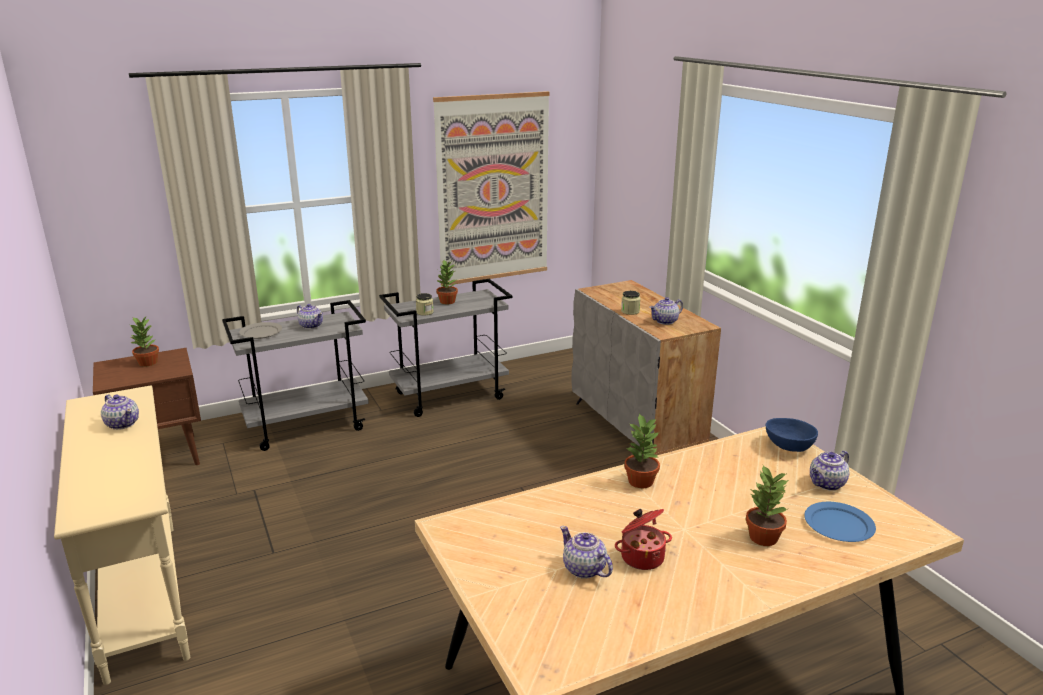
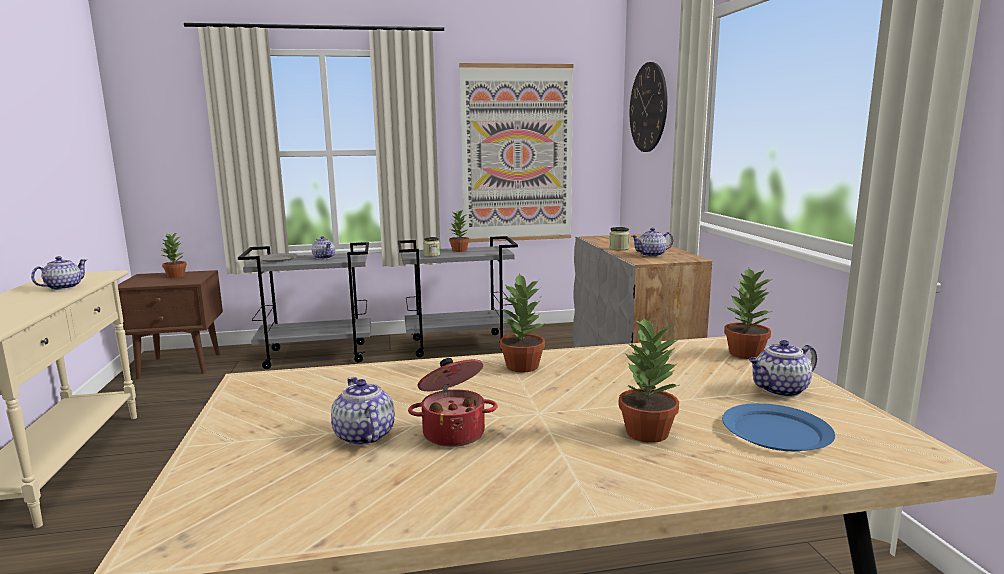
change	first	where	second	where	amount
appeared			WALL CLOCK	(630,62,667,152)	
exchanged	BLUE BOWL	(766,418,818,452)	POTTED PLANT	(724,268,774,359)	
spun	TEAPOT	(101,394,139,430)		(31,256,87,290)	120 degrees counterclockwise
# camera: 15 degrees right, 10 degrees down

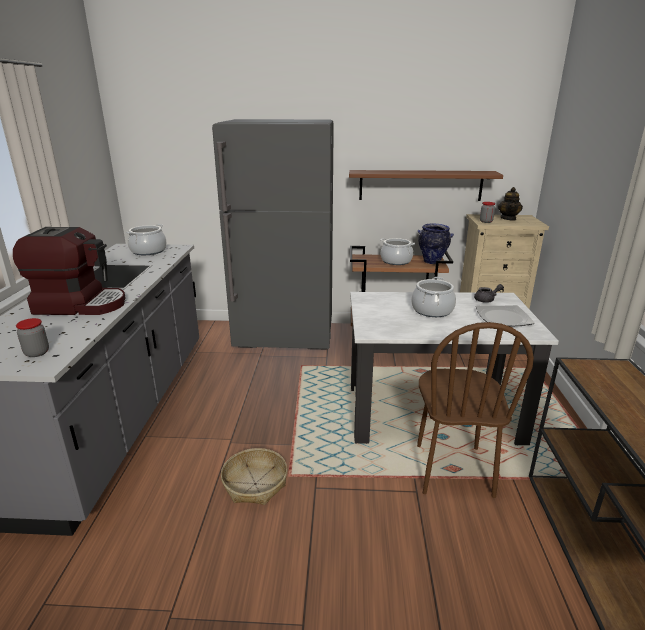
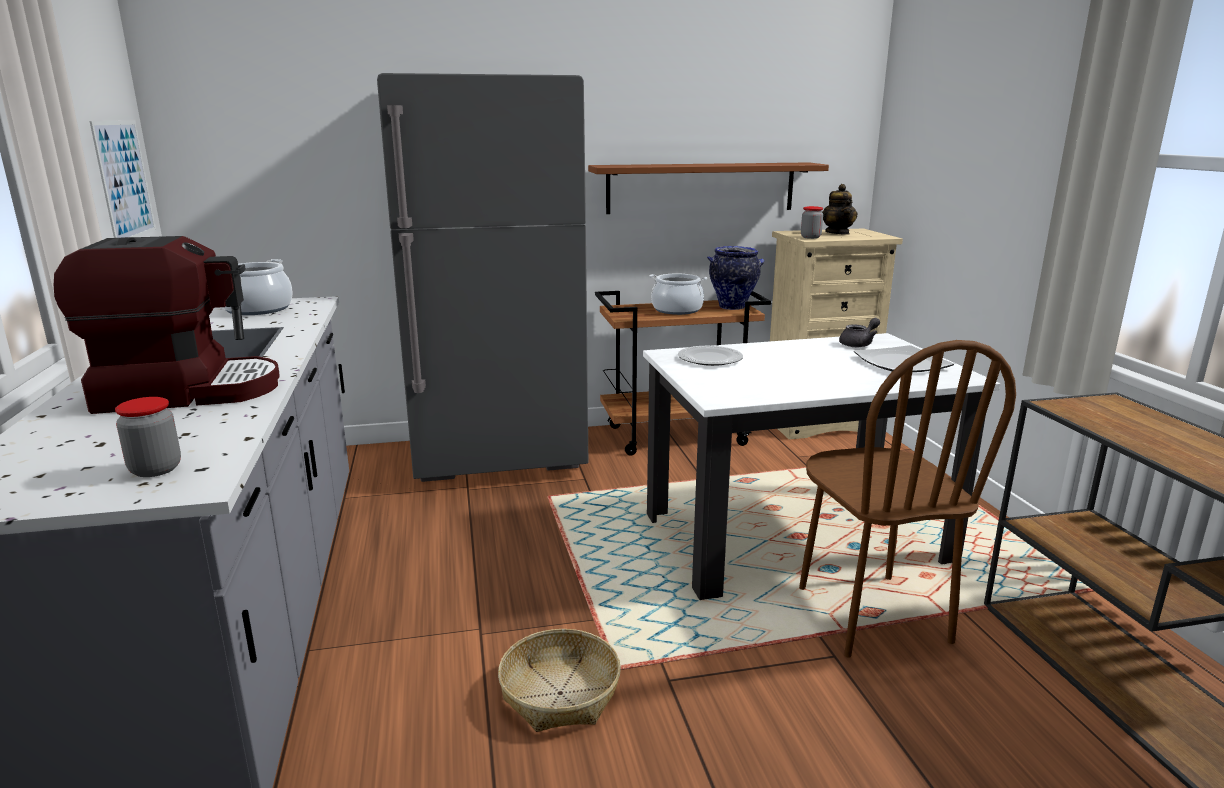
change	first	where	second	where	amount
missing	COOKING POT	(411,277,456,317)			
appeared			PICTURE	(90,121,156,238)	
appeared			PLATE	(678,346,743,366)	
# camera: 15 degrees left, 5 degrees down

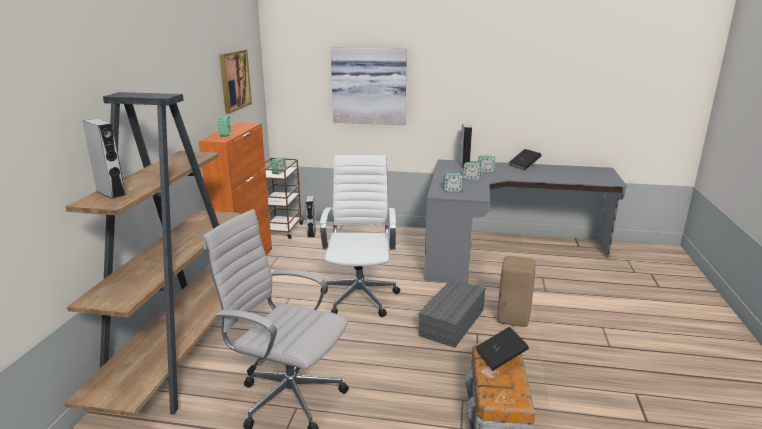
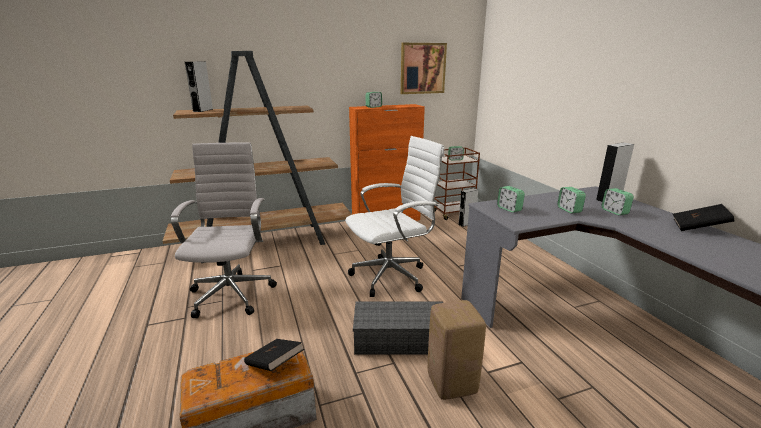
change	first	where	second	where	amount
missing	PICTURE	(331,48,407,125)			
# camera: 60 degrees right, 0 degrees up

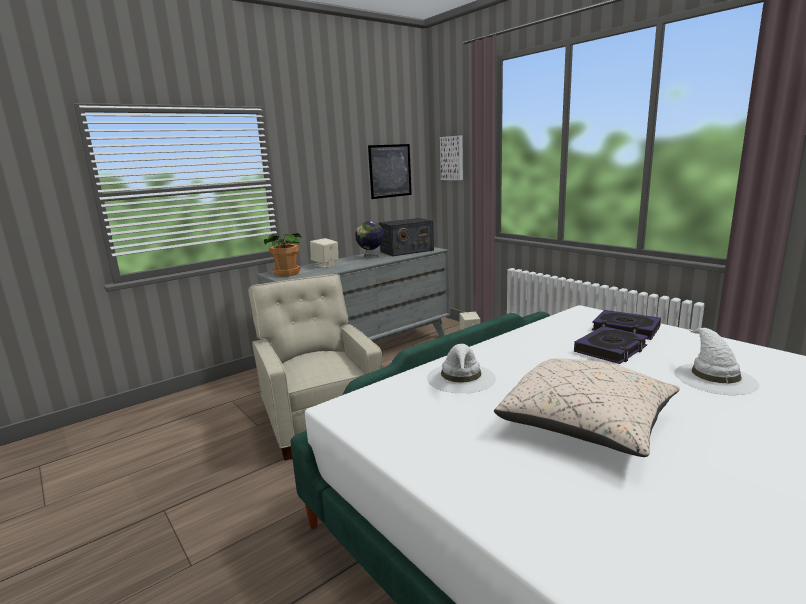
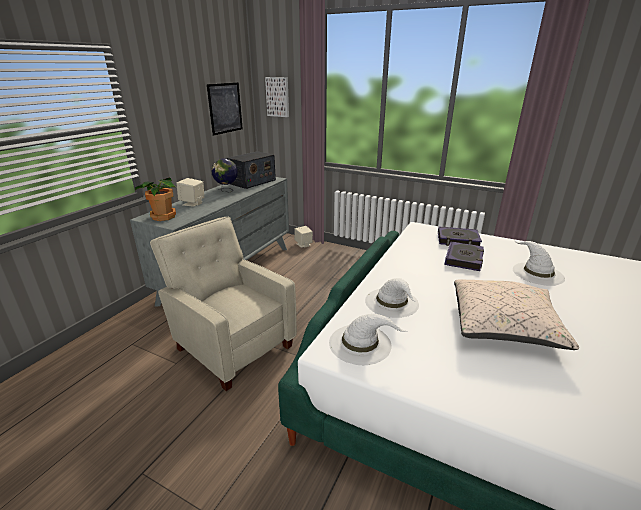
change	first	where	second	where	amount
appeared			WHITE HAT	(329,314,408,365)	
# camera: 25 degrees left, 10 degrees up

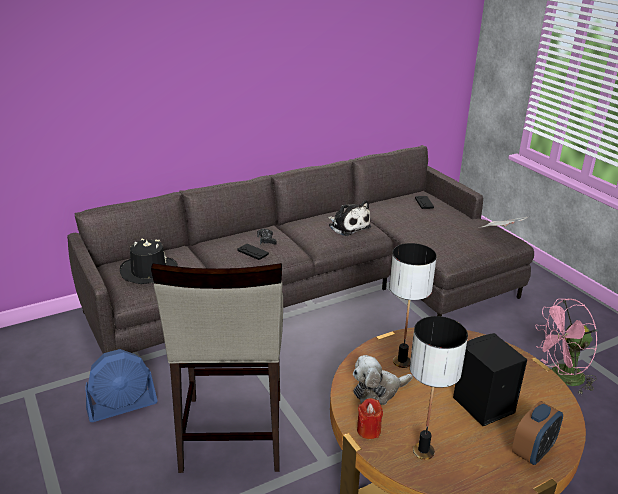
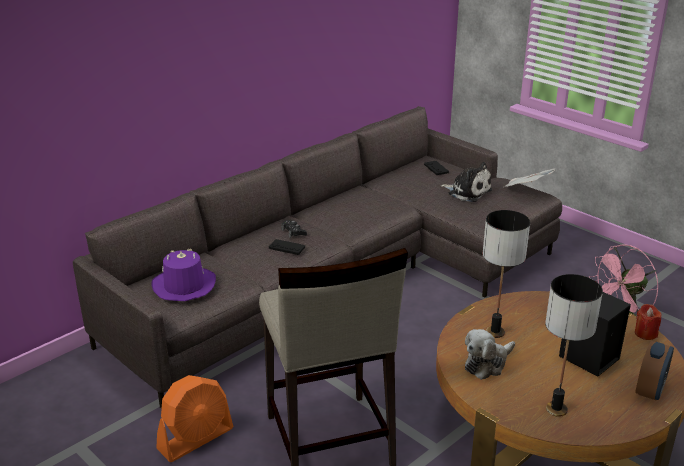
change	first	where	second	where	amount
relocated	PLUSH TOY	(328,200,371,236)		(440,162,492,202)	
relocated	RED CANDLE	(357,398,383,439)		(635,304,661,340)	
colour	BLUE FAN	(86,349,158,422)	ORANGE FAN	(156,375,233,462)	
colour	BLACK HAT	(120,239,178,284)	PURPLE HAT	(152,249,216,301)	
# camera: 15 degrees left, 0 degrees up

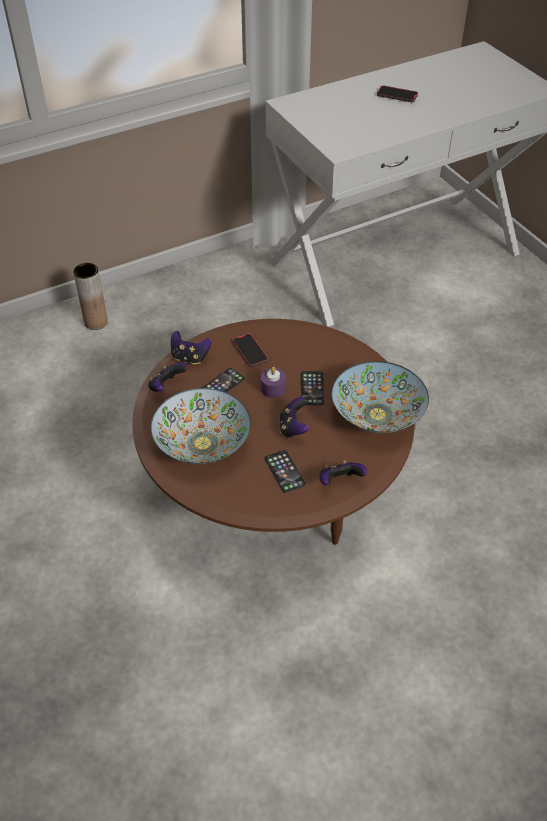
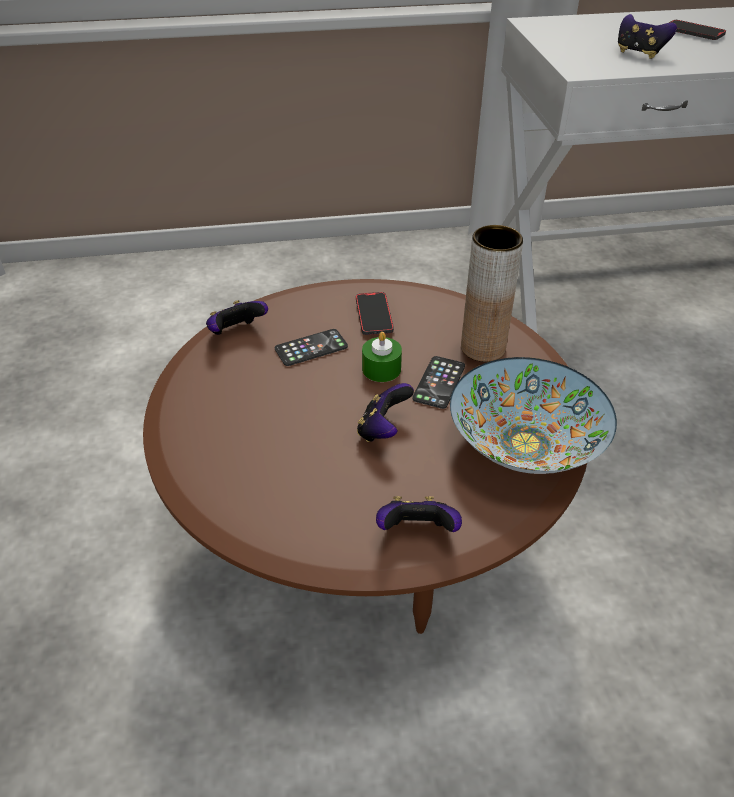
change	first	where	second	where	amount
missing	BOWL	(151,388,251,464)			
missing	PHONE	(265,450,305,493)			
relocated	BROWN VASE	(73,263,108,330)		(461,225,523,362)	
relocated	GAME CONTROLLER	(171,331,212,364)		(618,14,677,59)	
colour	PURPLE CANDLE	(261,367,286,398)	GREEN CANDLE	(362,332,402,382)	
# camera: 20 degrees right, 5 degrees down

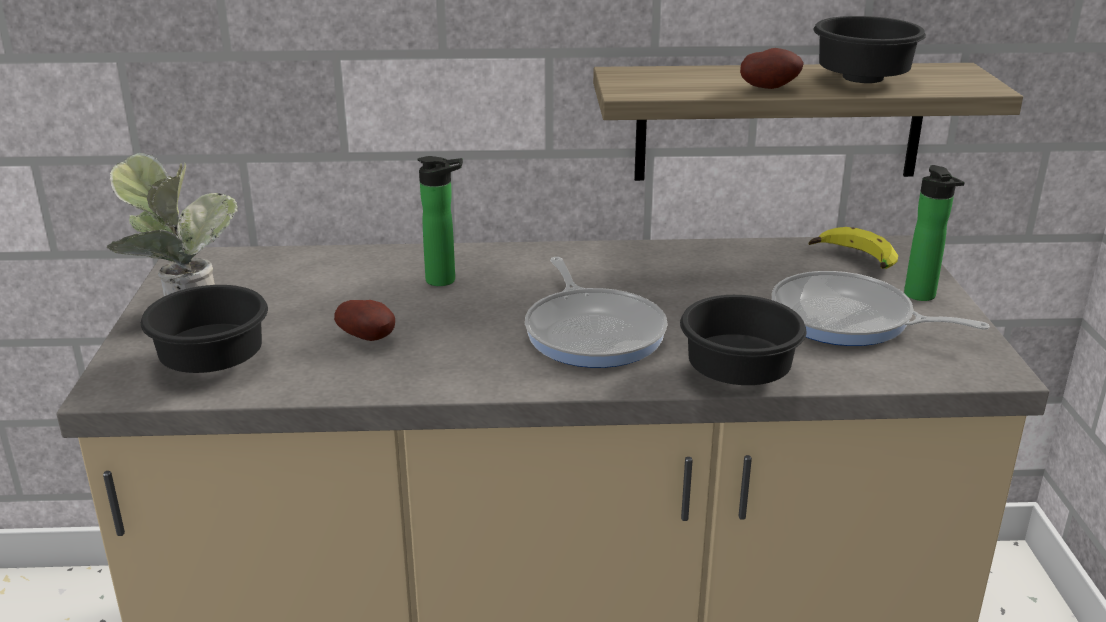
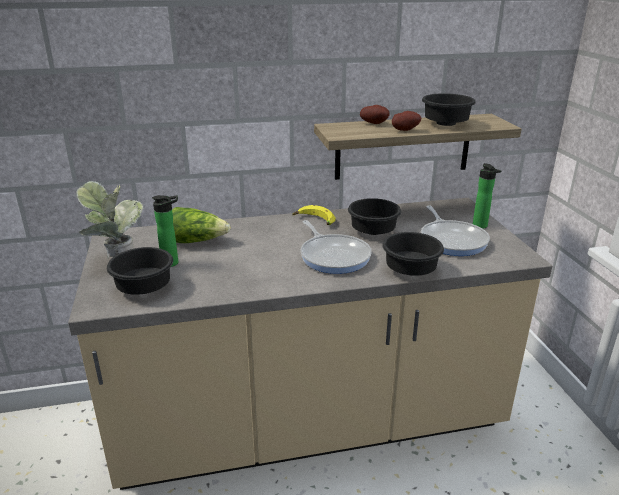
change	first	where	second	where	amount
appeared			LETTUCE	(172,207,231,243)	
appeared			BLACK BOWL	(348,198,402,235)	
relocated	POTATO	(334,300,395,341)		(360,105,390,124)	
relocated	BOTTLE	(417,156,463,286)		(152,195,178,267)	
relocated	BANANA	(809,227,898,269)		(292,205,336,225)	
spun	FRYING PAN	(772,271,990,346)		(421,205,490,256)	120 degrees counterclockwise
# camera: 10 degrees left, 0 degrees up

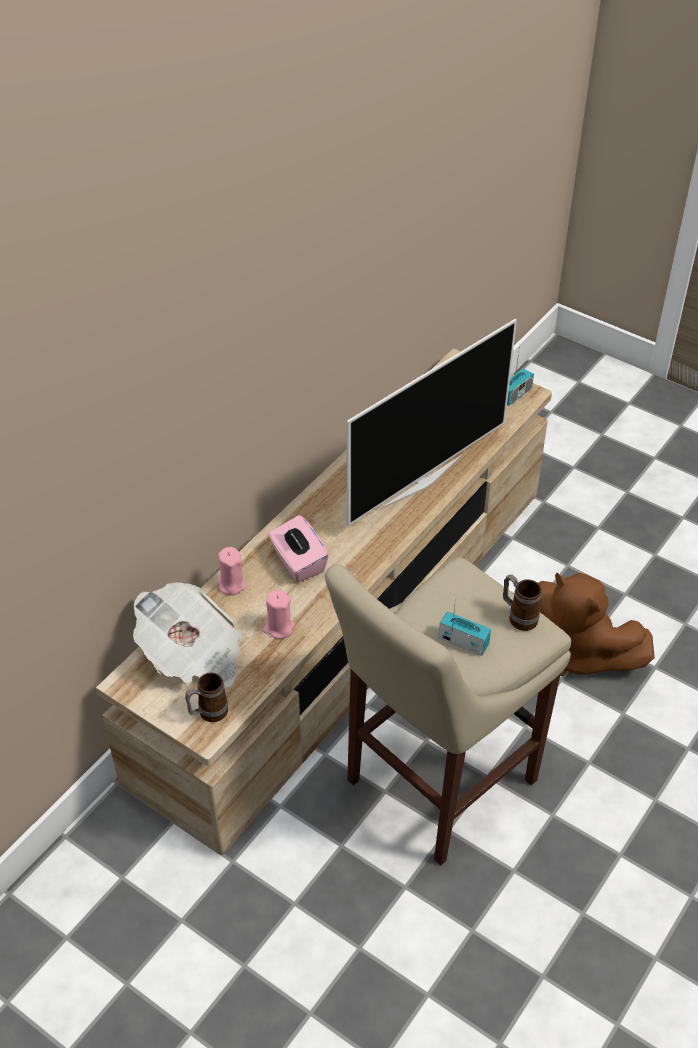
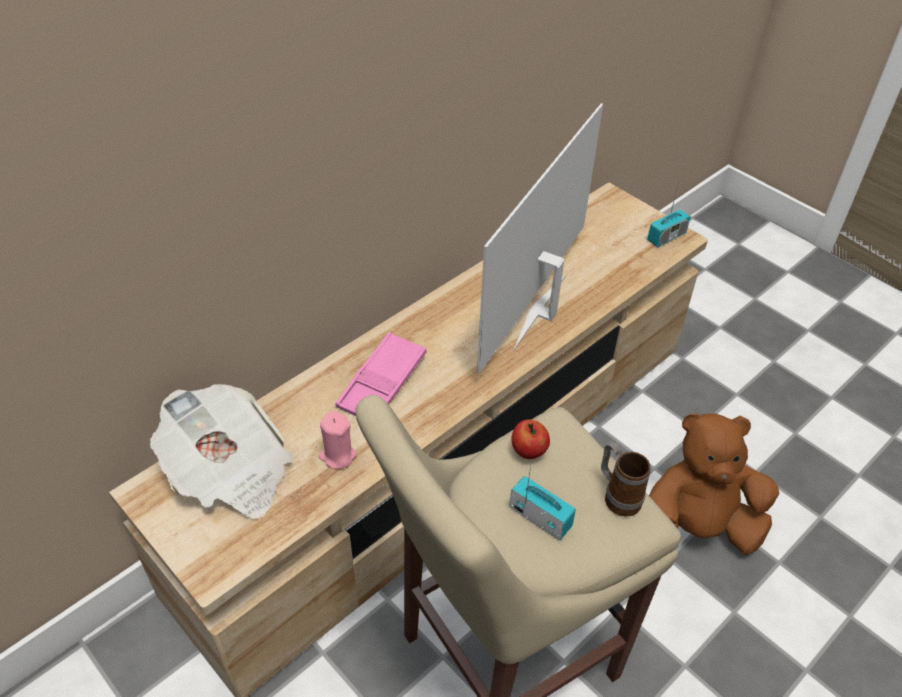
change	first	where	second	where	amount
missing	MUG	(185,672,228,722)			
missing	PINK CANDLE	(217,547,246,596)			
appeared			APPLE	(512,419,550,459)	
exchanged	PINK TISSUE BOX	(268,515,329,582)	PINK TRAY	(336,332,426,416)	
spun	TELEVISION	(347,319,517,526)		(477,103,603,373)	150 degrees clockwise
spun	BROWN PLUSH TOY	(538,573,655,676)		(649,413,780,555)	120 degrees clockwise
# camera: 10 degrees right, 0 degrees up

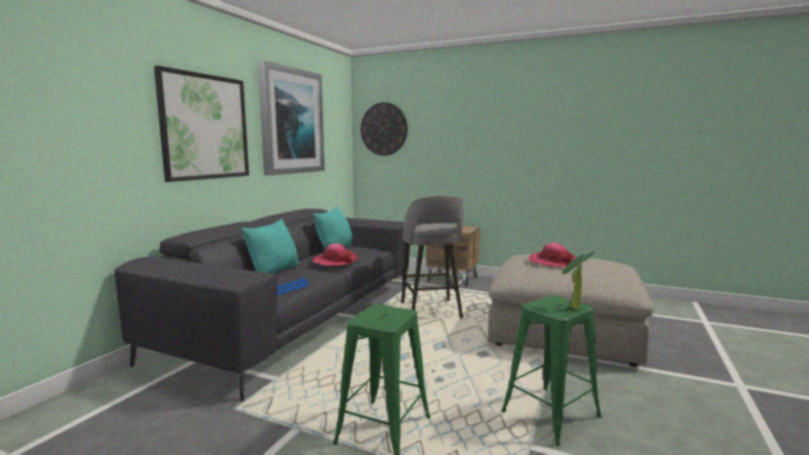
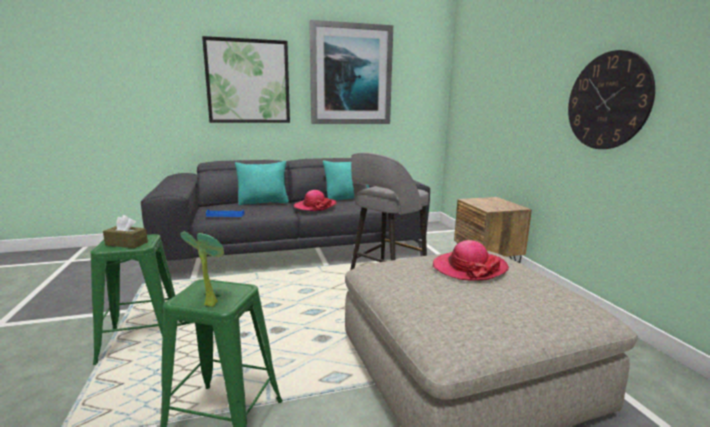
change	first	where	second	where	amount
appeared			BROWN TISSUE BOX	(103,215,148,248)	
relocated	WALL CLOCK	(361,102,408,156)		(568,50,655,149)	
# camera: 50 degrees right, 5 degrees up

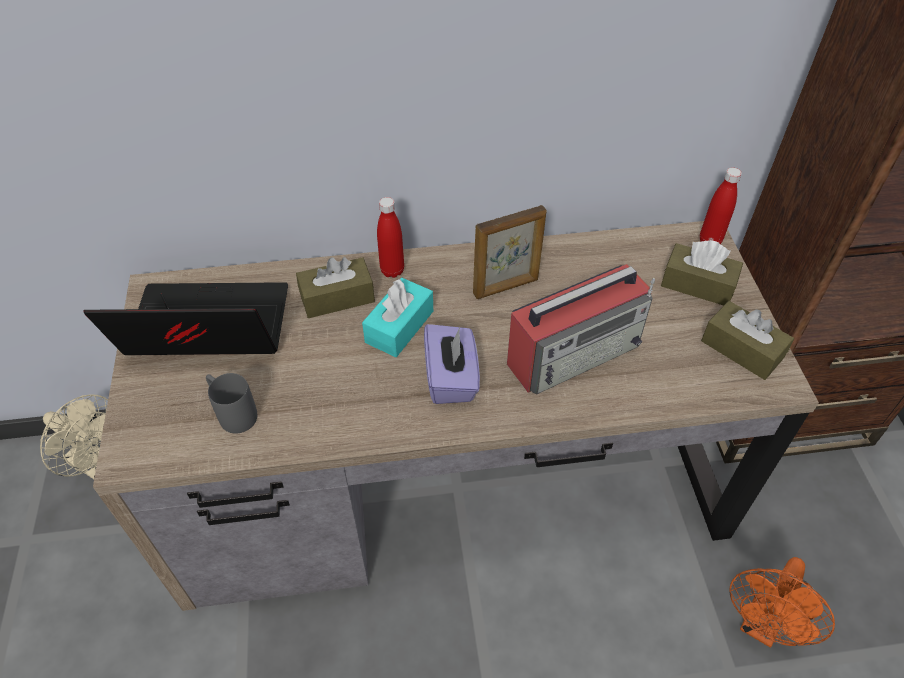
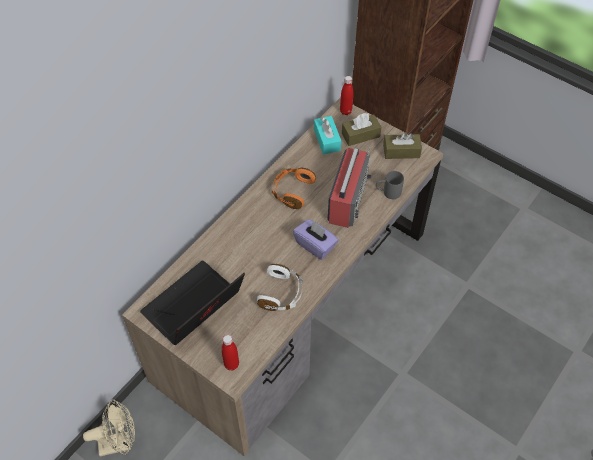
change	first	where	second	where	amount
missing	BROWN TISSUE BOX	(296,257,375,318)			
missing	ORANGE FAN	(729,557,835,648)			
appeared			WHITE HEADPHONES	(257,264,303,311)	
relocated	GREY MUG	(206,373,257,434)		(376,171,404,199)	
relocated	TURQUOISE TISSUE BOX	(362,278,433,357)		(314,116,342,154)	
relocated	RED BOTTLE	(377,197,404,278)		(222,335,239,371)	
exchanged	PICTURE FRAME	(473,205,546,299)	ORANGE HEADPHONES	(272,168,316,209)	
# camera: 45 degrees left, 5 degrees up

